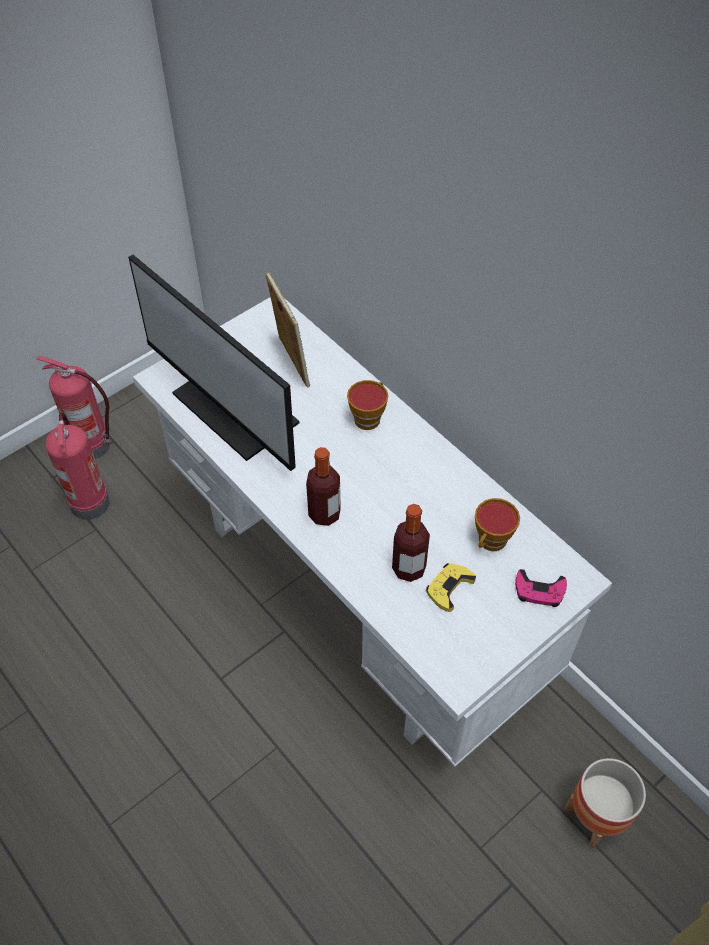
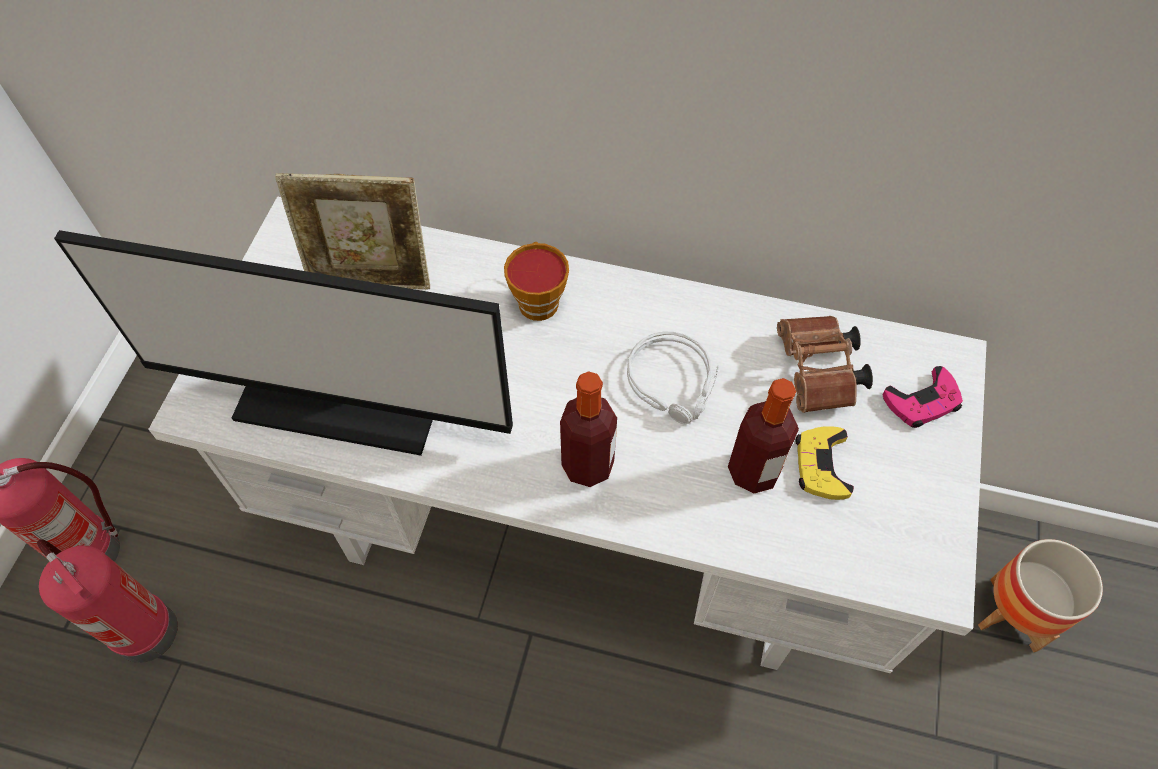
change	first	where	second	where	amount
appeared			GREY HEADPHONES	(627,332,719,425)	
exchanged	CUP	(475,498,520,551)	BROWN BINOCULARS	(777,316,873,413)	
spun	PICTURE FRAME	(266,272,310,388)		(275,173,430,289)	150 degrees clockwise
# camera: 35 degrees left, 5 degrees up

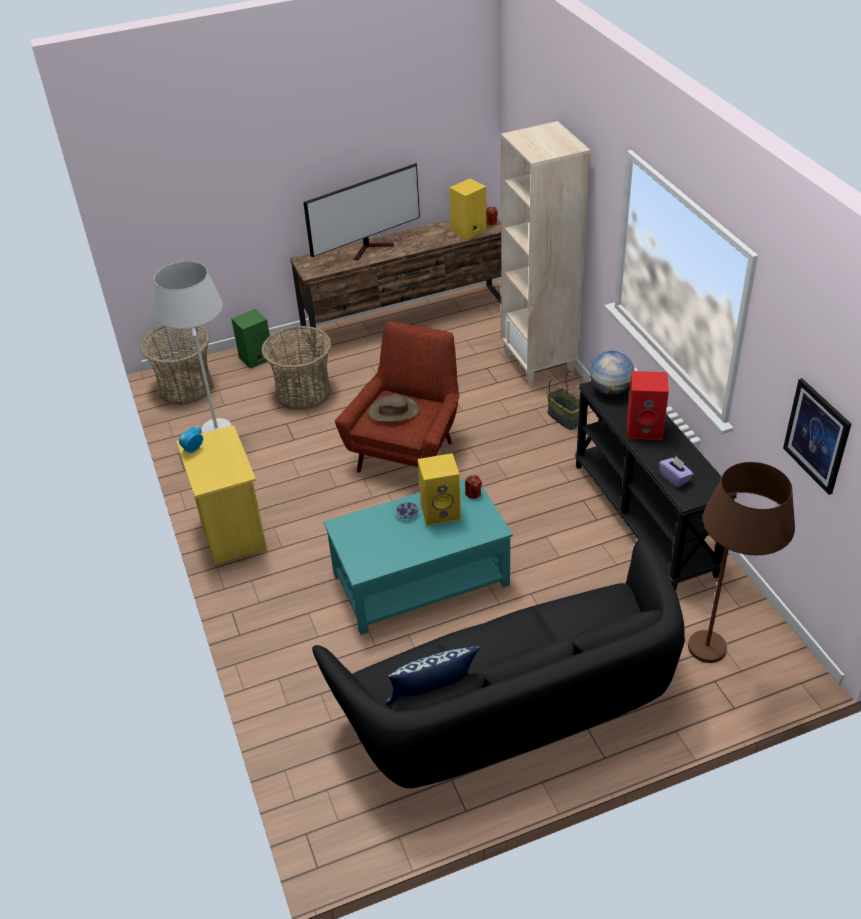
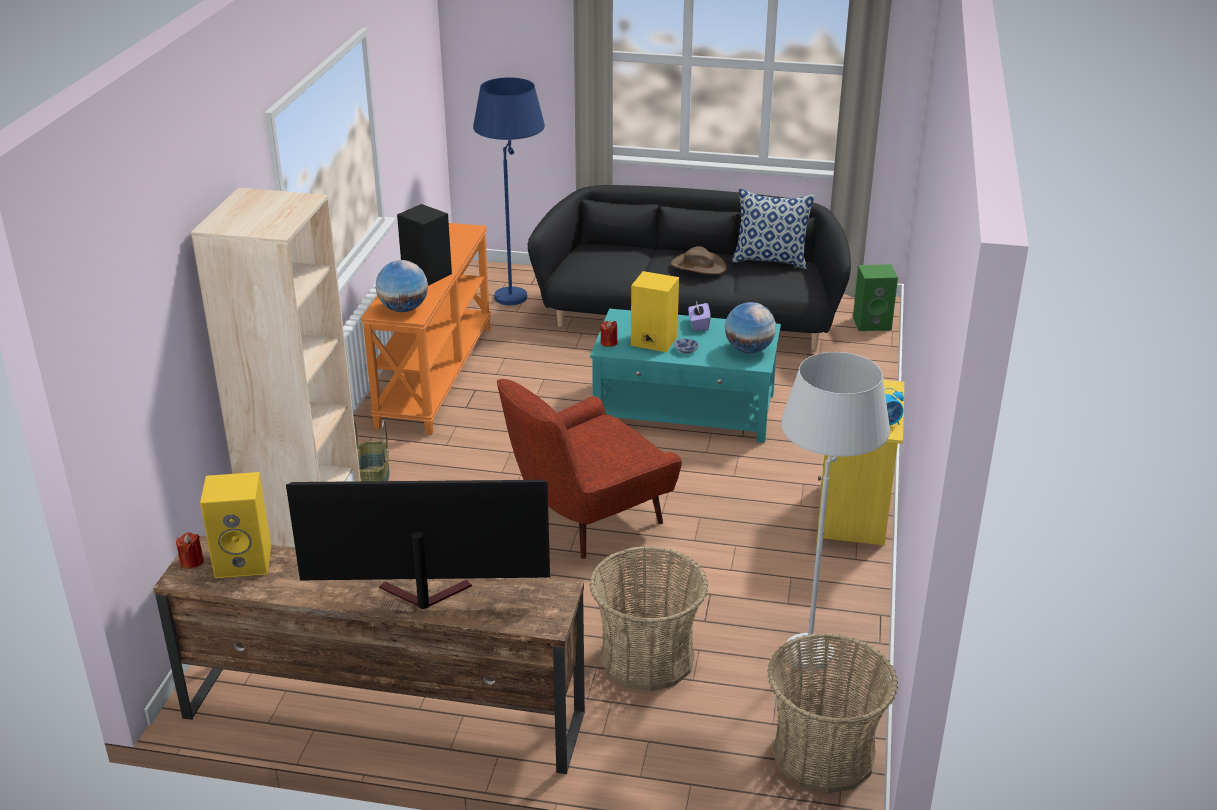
change	first	where	second	where	amount
missing	PICTURE	(783,378,851,495)			
appeared			GLOBE	(725,302,776,353)	
relocated	GREEN SPEAKER	(231,309,273,369)		(853,264,898,331)	
relocated	BROWN HAT	(368,394,420,422)		(671,246,727,274)	
relocated	PURPLE TISSUE BOX	(659,456,693,487)		(688,301,711,331)	
colour	BLACK CONSOLE TABLE	(575,381,737,591)	ORANGE CONSOLE TABLE	(361,223,491,435)	
colour	RED SPEAKER	(627,371,669,440)	BLACK SPEAKER	(397,204,452,286)	
colour	BROWN FLOOR LAMP	(688,462,795,663)	BLUE FLOOR LAMP	(473,77,545,305)	
# camera: 150 degrees left, 10 degrees down

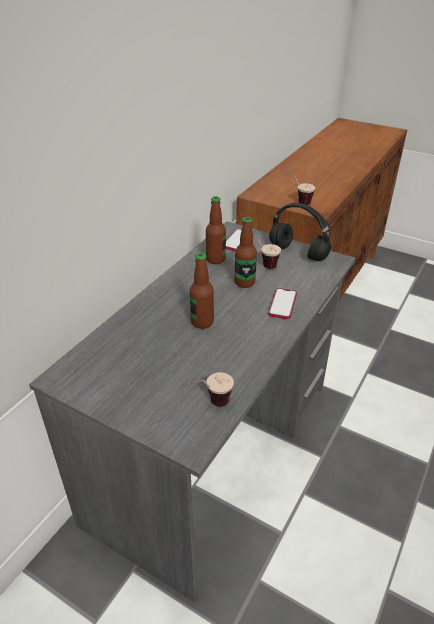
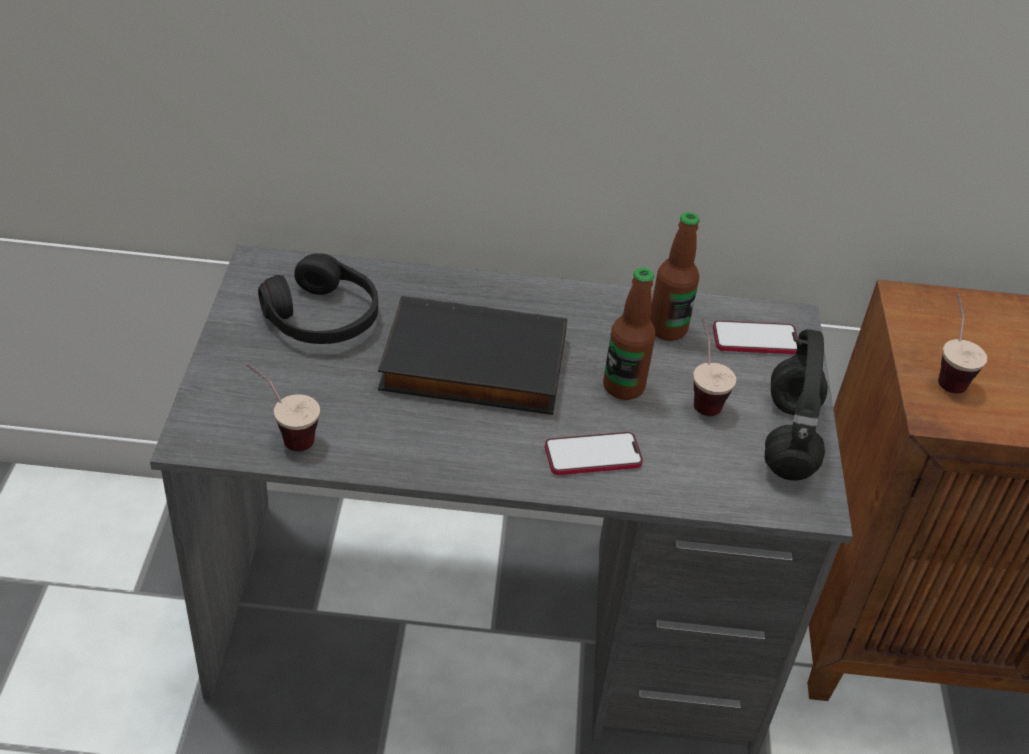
change	first	where	second	where	amount
appeared			BLACK HEADPHONES	(258,253,378,344)	
exchanged	BOTTLE	(190,253,214,329)	BLACK BOOK	(378,296,567,415)	
# camera: 60 degrees right, 5 degrees up

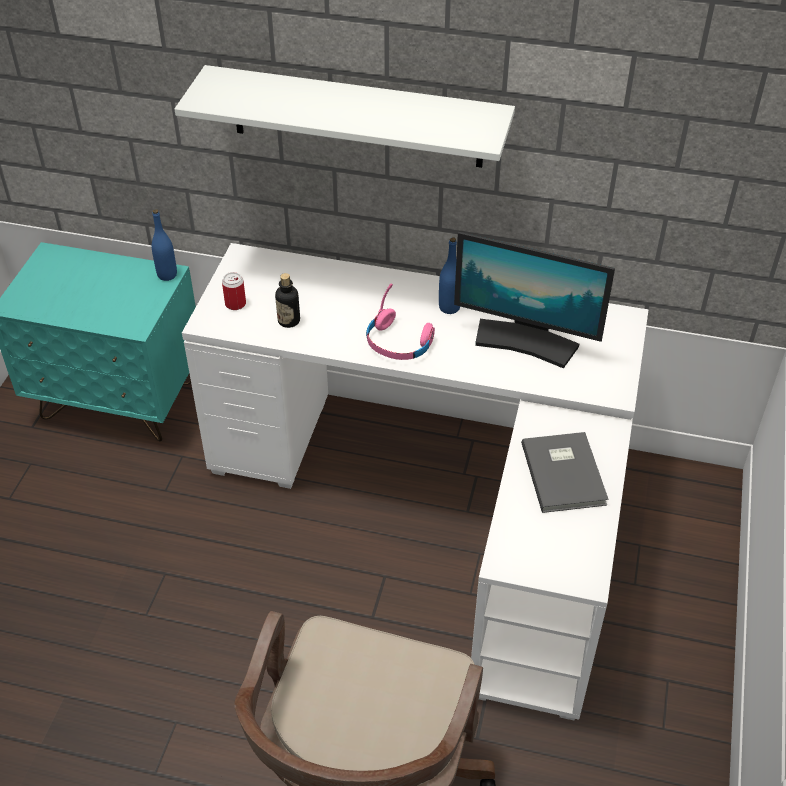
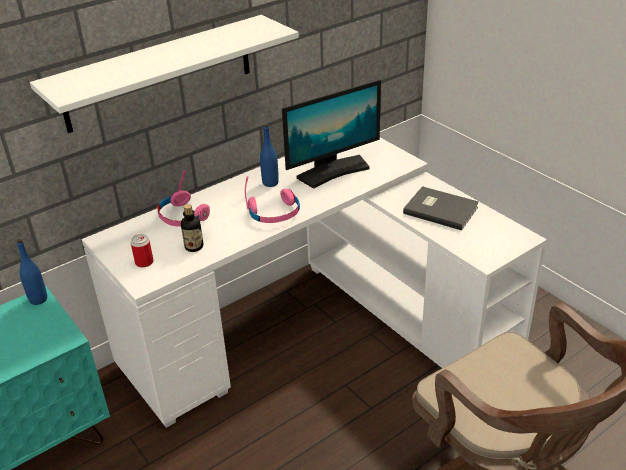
change	first	where	second	where	amount
appeared			PINK HEADPHONES	(157,170,210,227)	
# camera: 50 degrees left, 10 degrees down

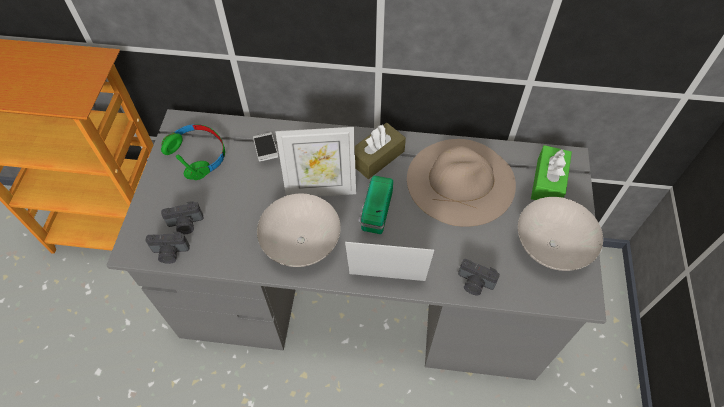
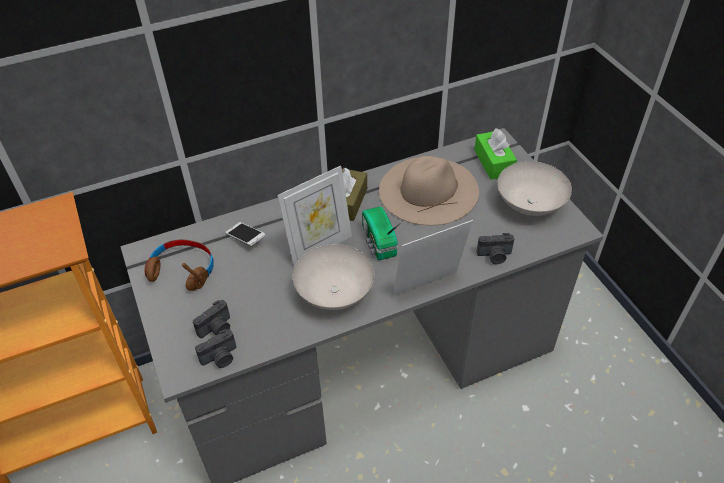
change	first	where	second	where	amount
colour	GREEN HEADPHONES	(161,124,225,180)	BROWN HEADPHONES	(145,239,214,291)	
# camera: 30 degrees left, 10 degrees down

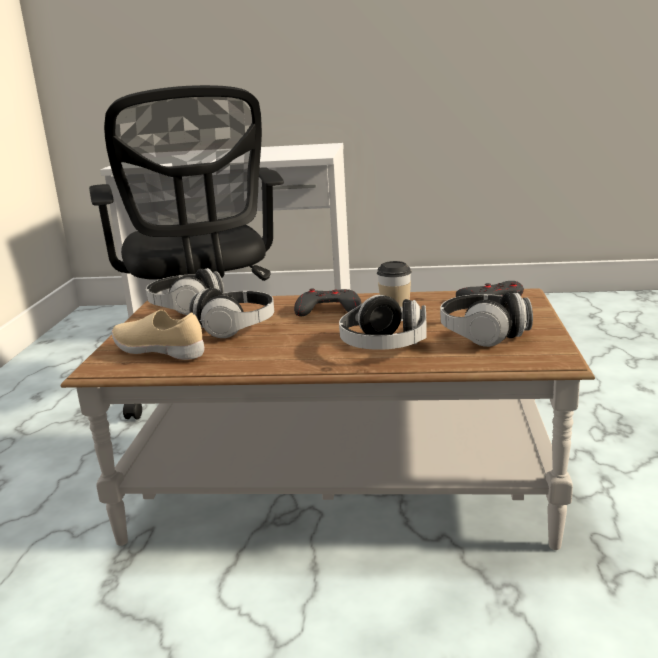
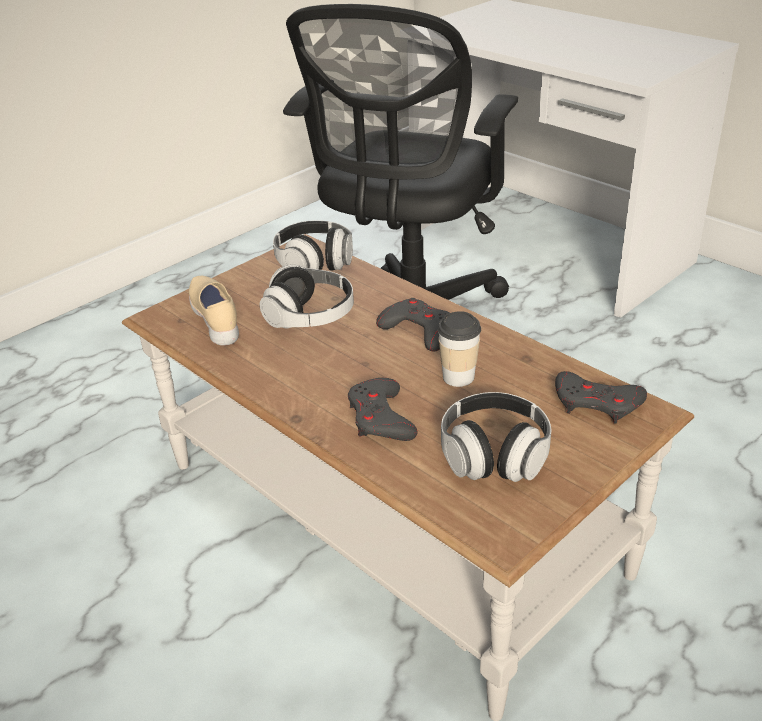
change	first	where	second	where	amount
exchanged	HEADPHONES	(339,295,427,350)	GREY GAME CONTROLLER	(348,378,418,441)	
# camera: 40 degrees right, 15 degrees up

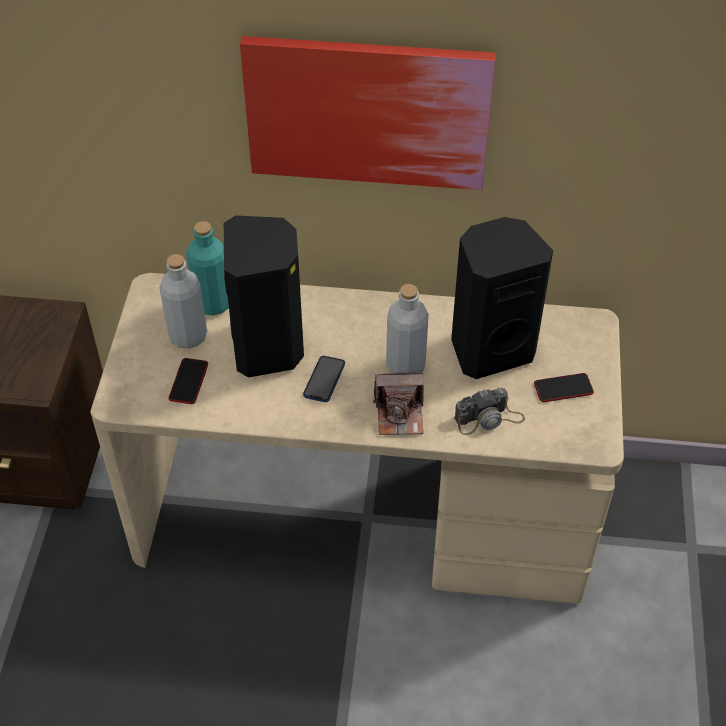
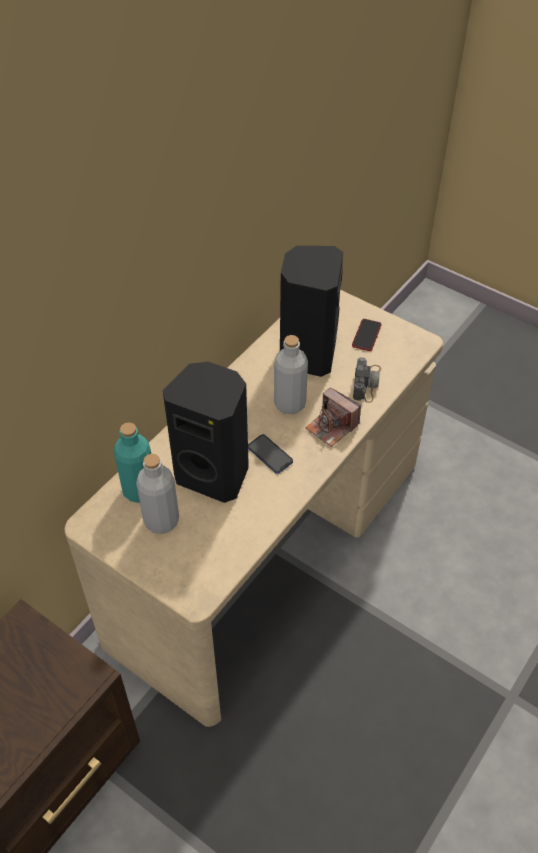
change	first	where	second	where	amount
missing	PHONE	(169,358,208,404)			
missing	PICTURE	(240,36,496,190)			
spun	PHOTO CAMERA	(373,371,424,435)		(305,387,361,447)	105 degrees clockwise
# camera: 60 degrees left, 0 degrees up

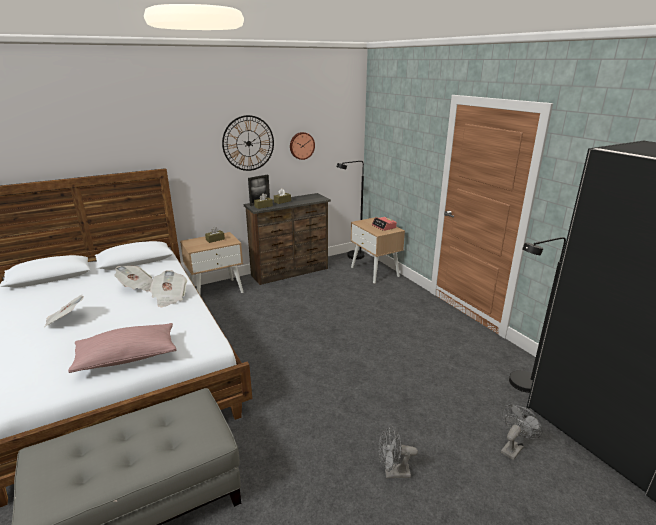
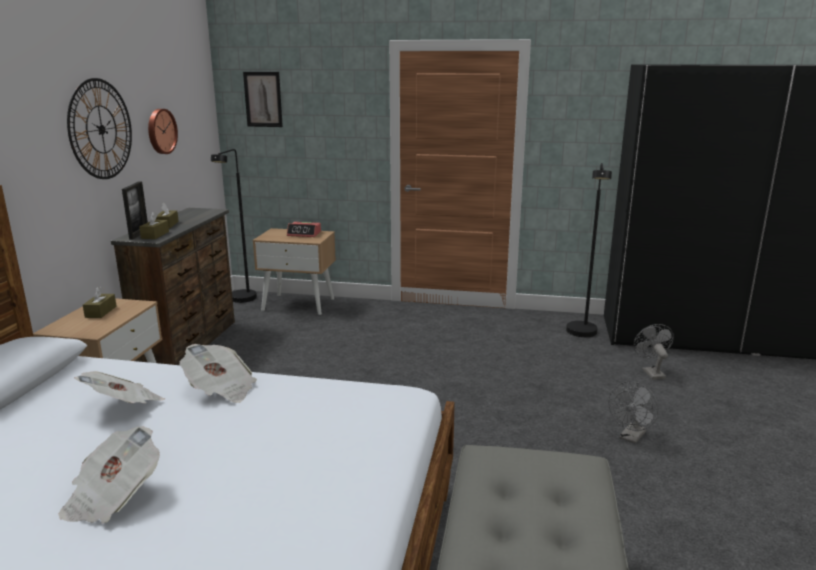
change	first	where	second	where	amount
missing	PINK PILLOW	(68,323,177,373)			
appeared			PICTURE	(243,72,283,127)	
# camera: 50 degrees left, 5 degrees down

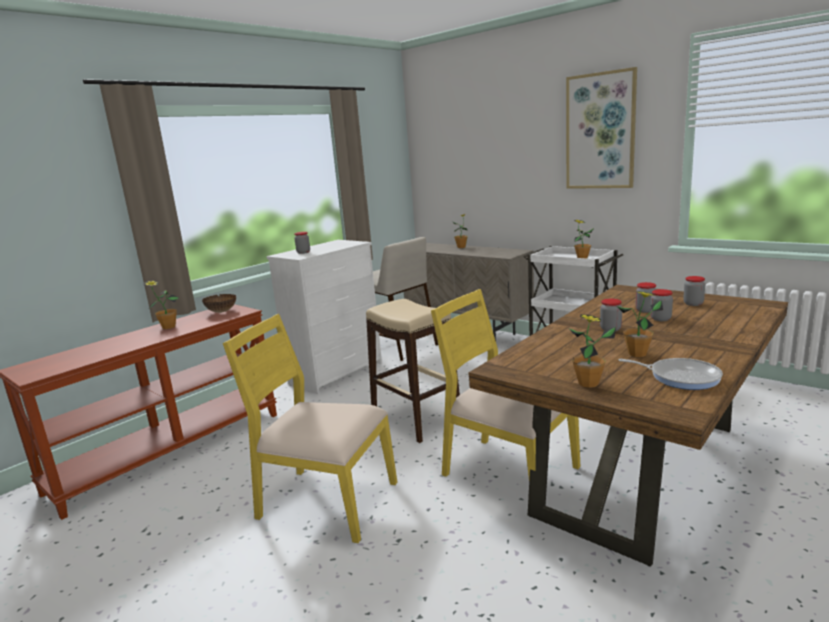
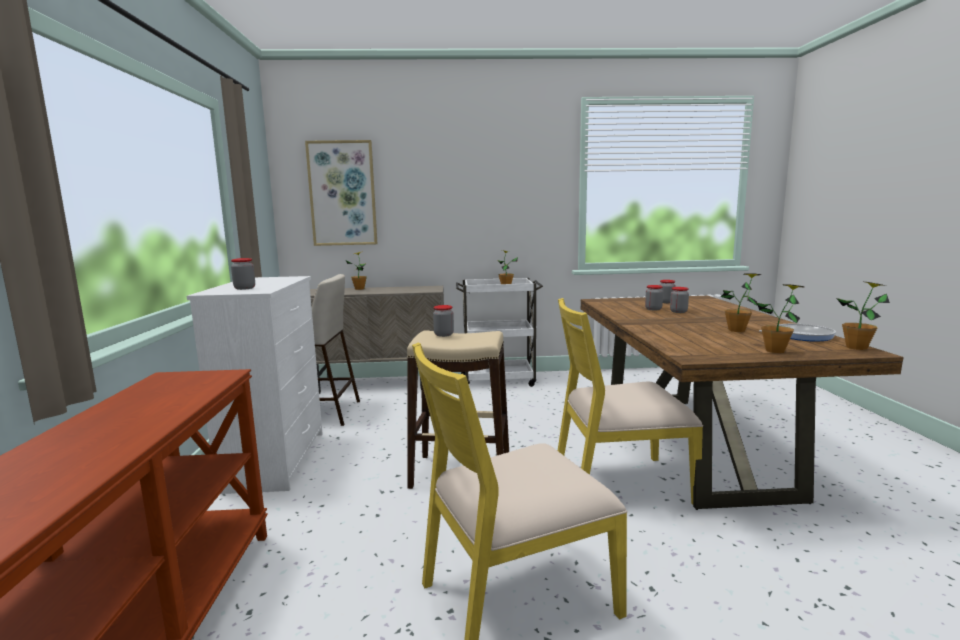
change	first	where	second	where	amount
missing	BOWL	(202,294,236,313)			
relocated	POTTED PLANT	(144,281,179,329)		(836,281,890,350)	
relocated	PICTURE	(566,67,637,189)		(305,140,378,246)	
relocated	JAR	(600,299,622,331)		(433,305,454,337)	
# camera: 45 degrees left, 5 degrees down

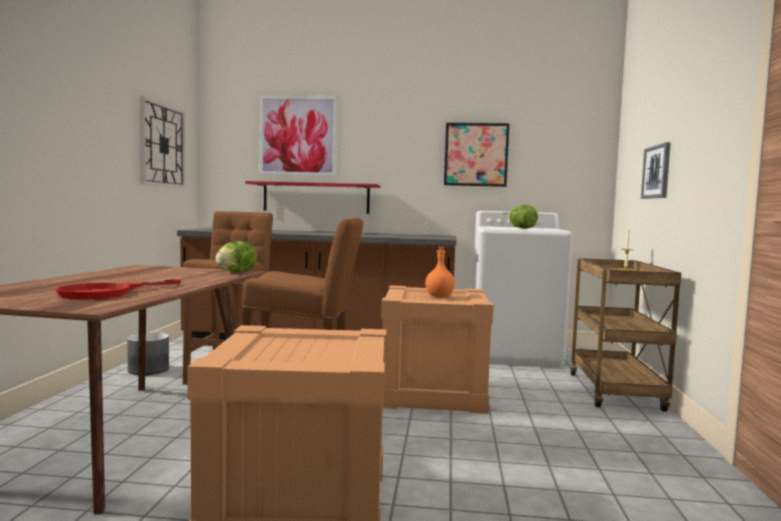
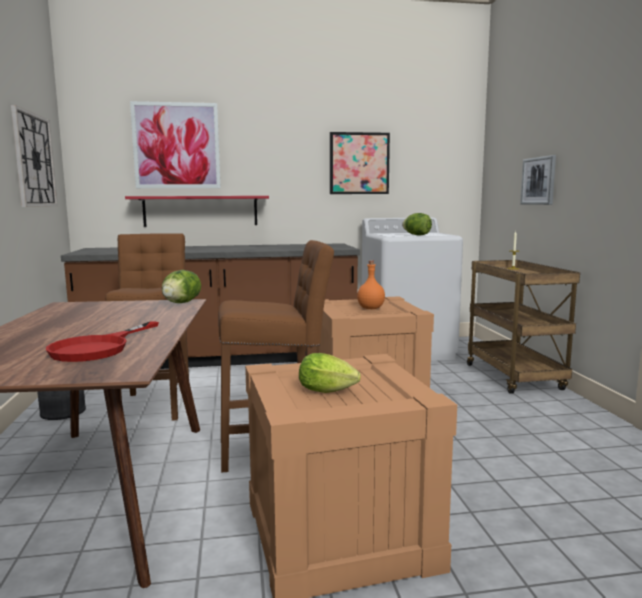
change	first	where	second	where	amount
appeared			LETTUCE	(299,353,361,393)	
# camera: 15 degrees left, 5 degrees up

